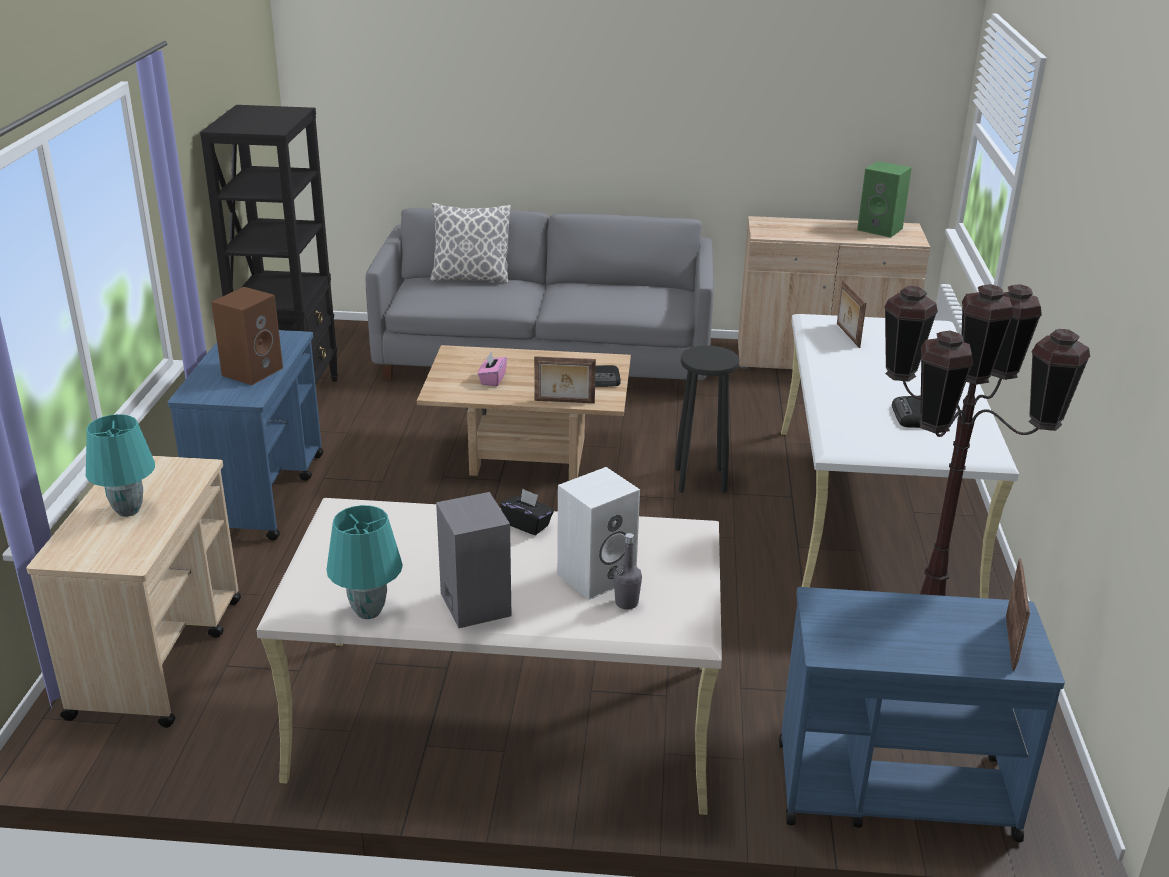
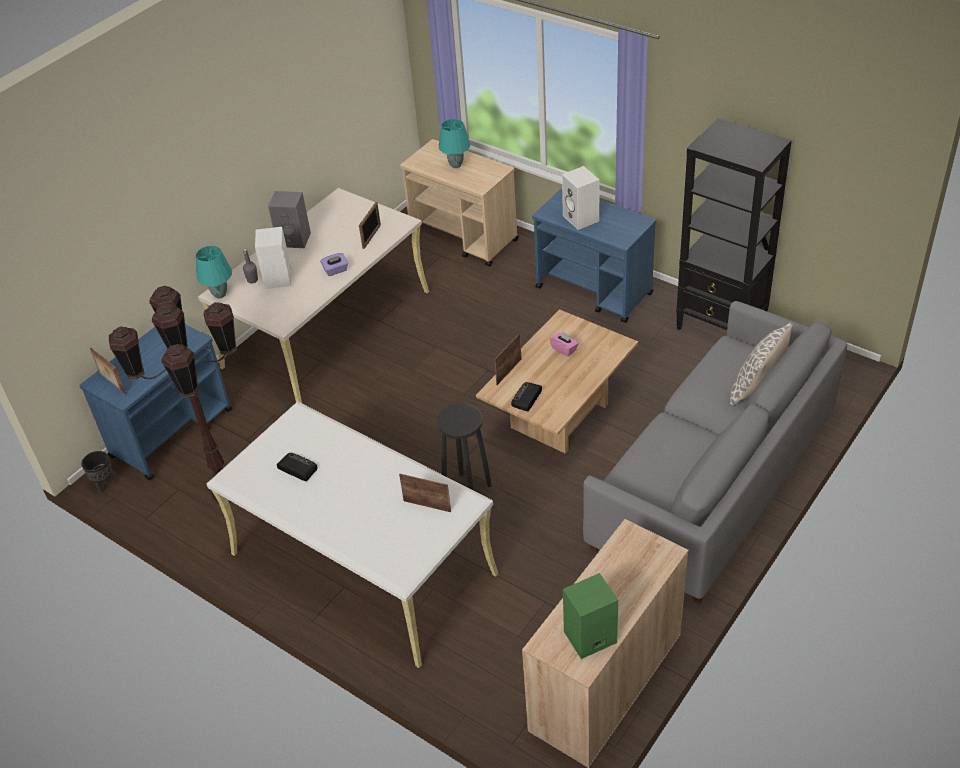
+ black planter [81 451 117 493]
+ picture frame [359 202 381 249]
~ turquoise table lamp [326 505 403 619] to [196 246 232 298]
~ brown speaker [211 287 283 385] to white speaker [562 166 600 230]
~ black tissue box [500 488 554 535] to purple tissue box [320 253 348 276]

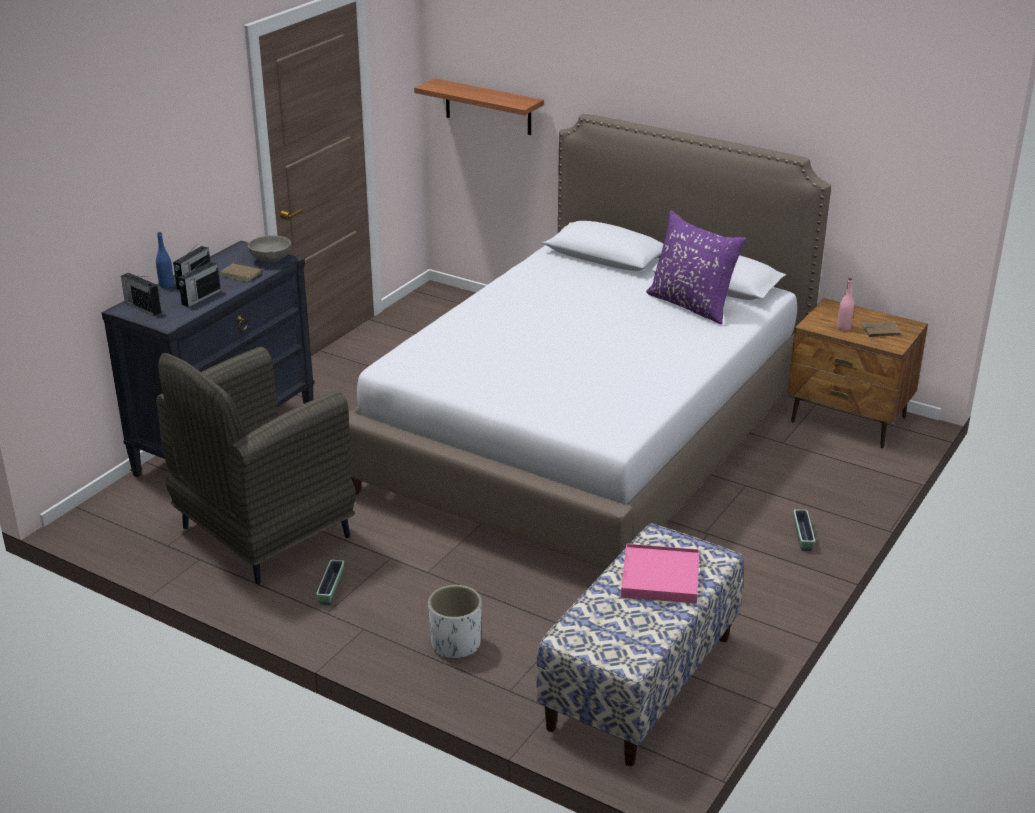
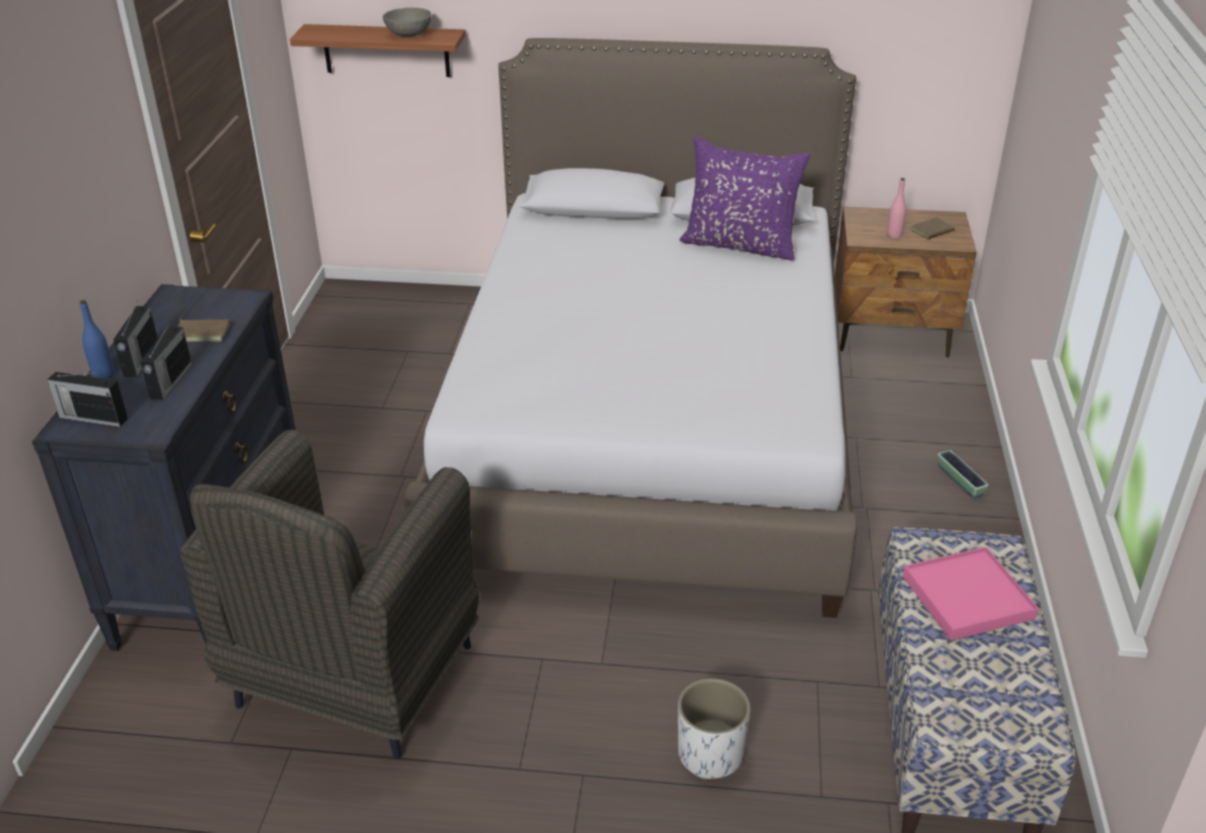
- planter [316 560 344 605]
~ grey bowl [248 236 291 262] to [383 8 432 37]

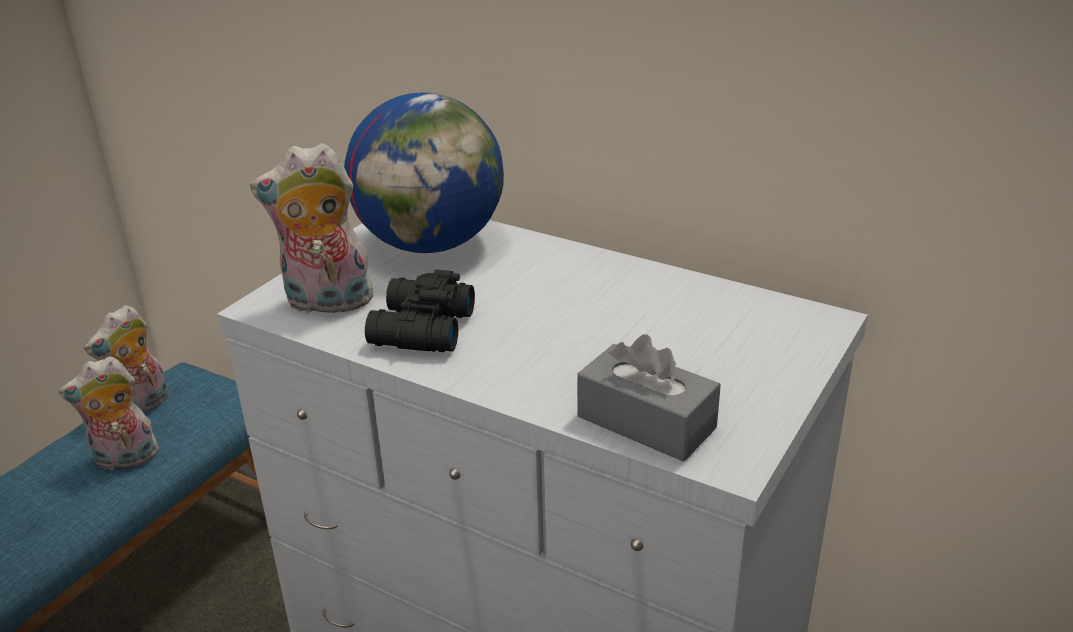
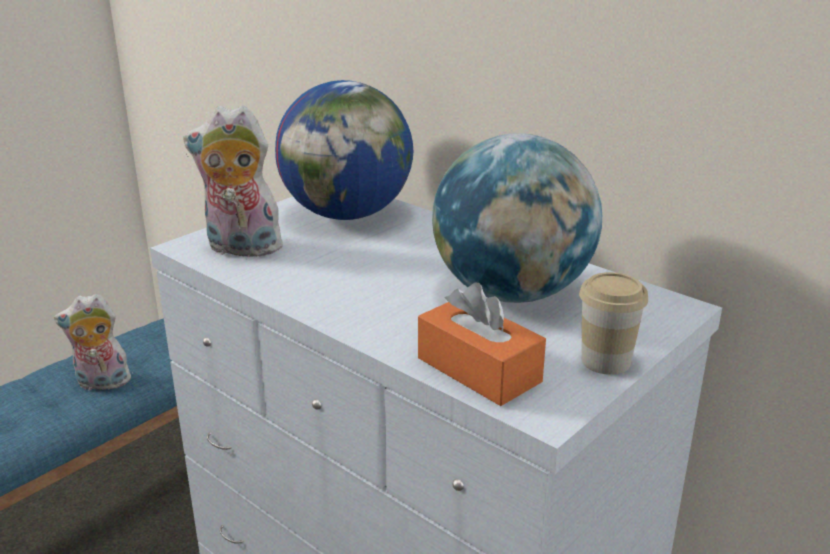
- plush toy [84 305 169 411]
- black binoculars [365 270 475 352]
+ globe [432 133 602 303]
+ cup [579 272 648 375]
~ grey tissue box [577 335 721 462] to orange tissue box [418 283 546 406]

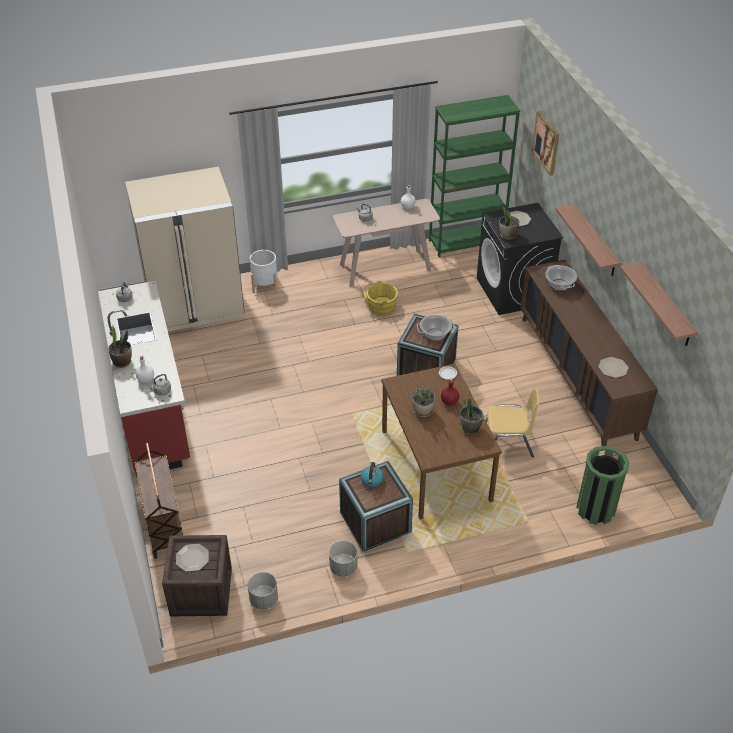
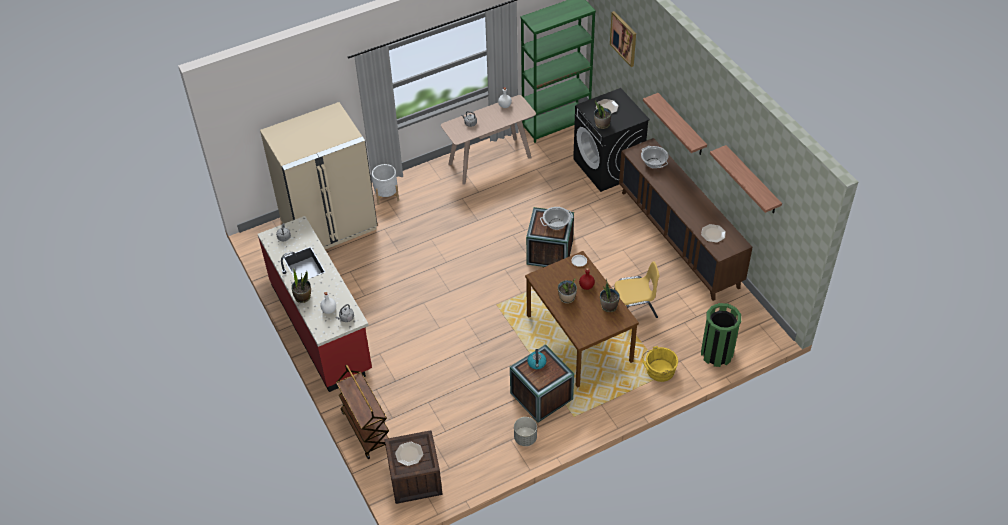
- grey planter [248 572 278 609]
~ yellow bucket [363 281 398 315] to [642 346 678 382]

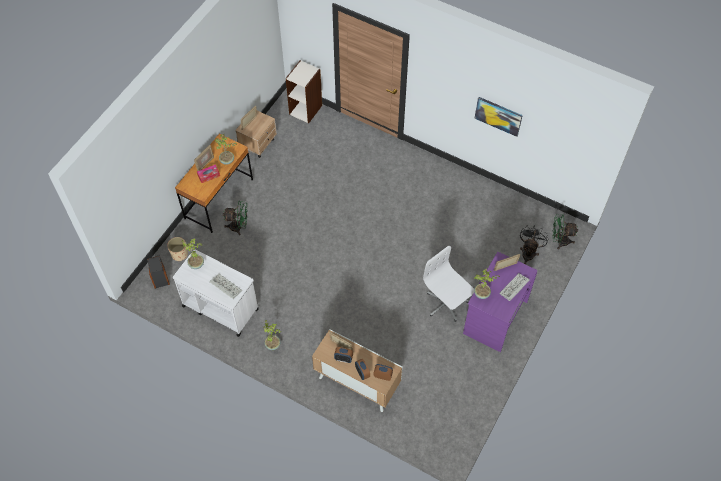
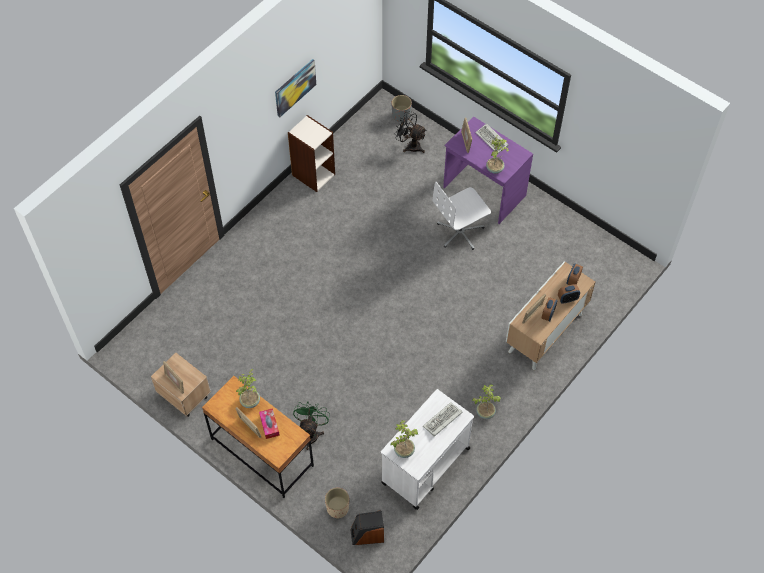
~ bookcase [286 60 322 123] to [288 115 335 192]
~ green fan [552 214 578 249] to grey planter [392 95 412 122]

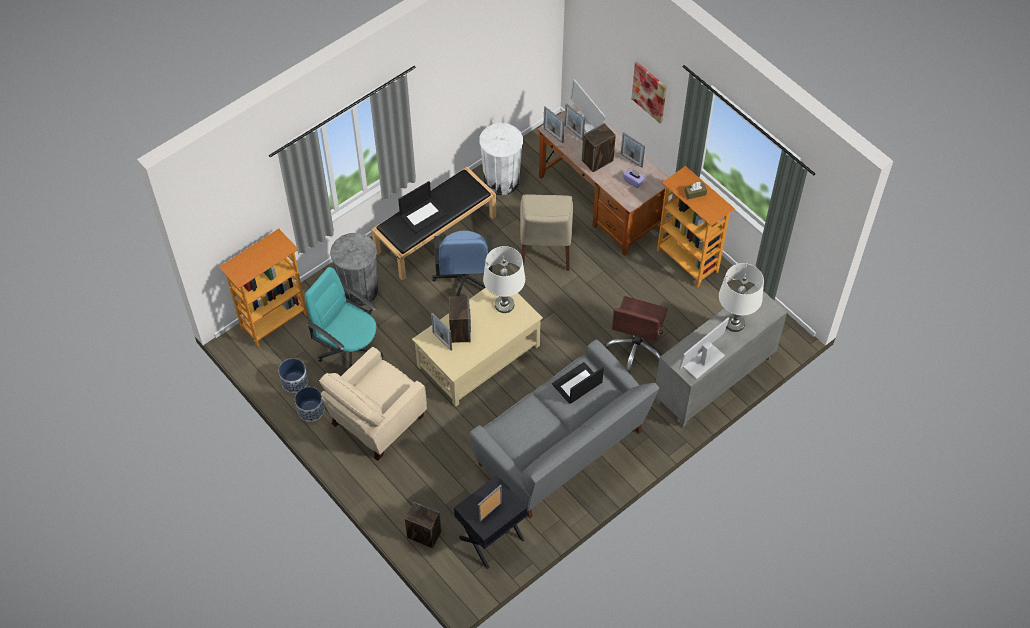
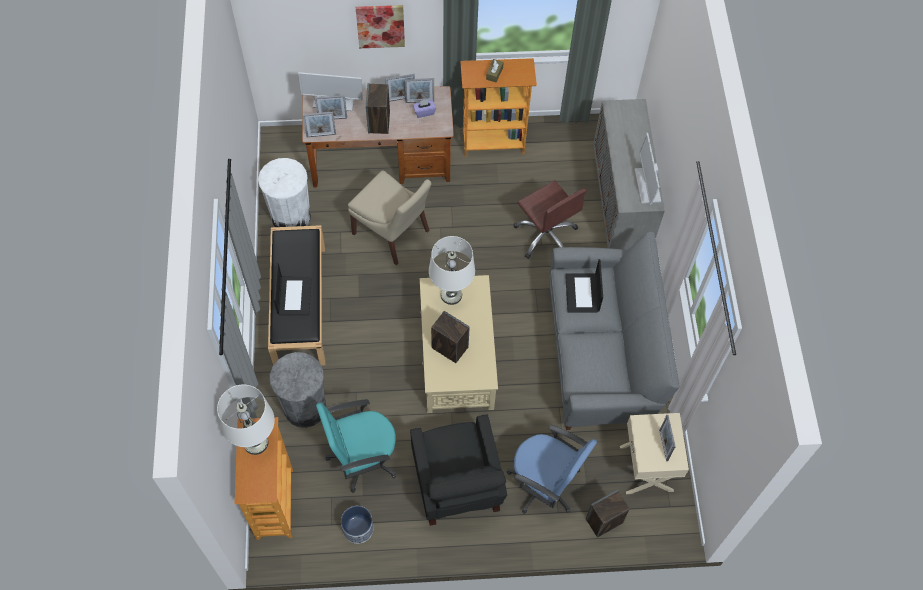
- planter [295 387 324 422]
~ picture frame [431 313 452 350] to [404 78 434 103]
~ blue office chair [432 231 493 296] to [507 425 597 514]
~ white table lamp [719 263 764 332] to [217 385 275 455]
~ beige armchair [319 347 427 461] to black armchair [410 415 507 526]
~ black nightstand [454 475 527 569] to beige nightstand [620 413 689 494]

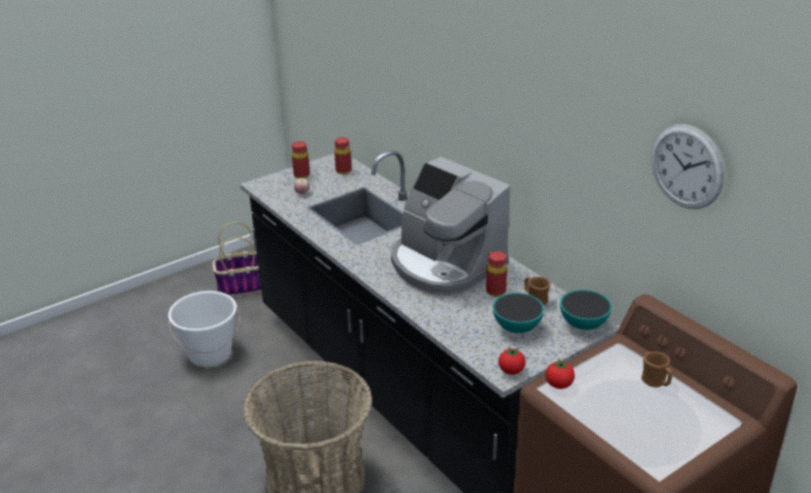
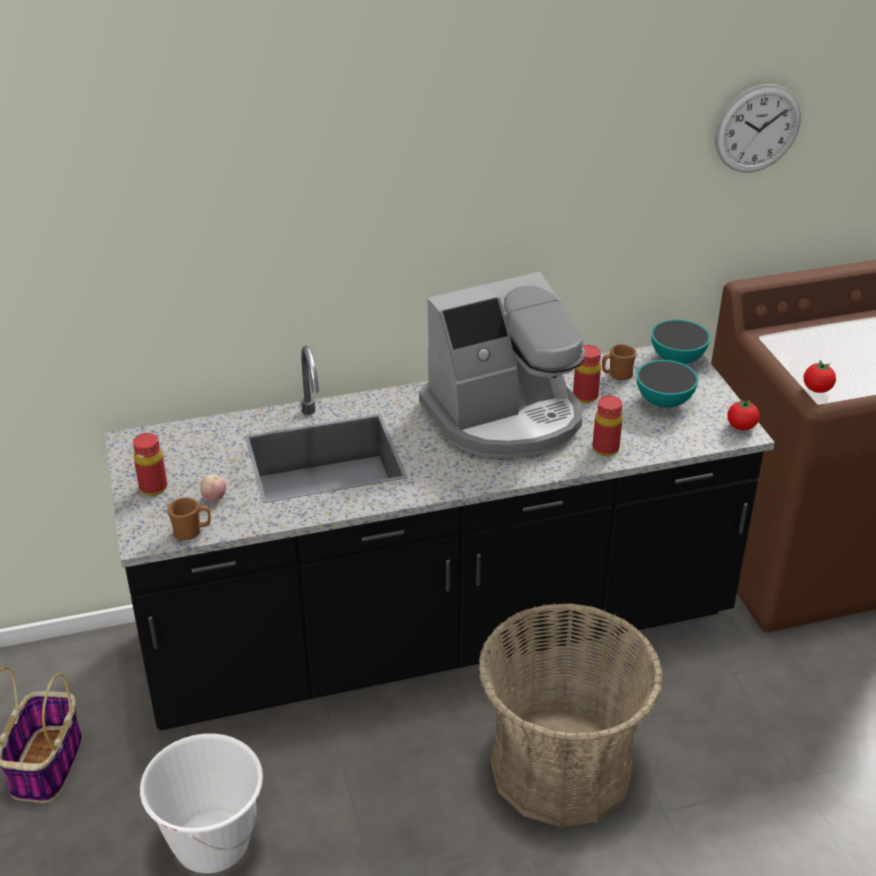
~ red bottle [334 137 352 175] to [593 396 623 456]
~ brown mug [641 352 672 387] to [167 497 211 540]

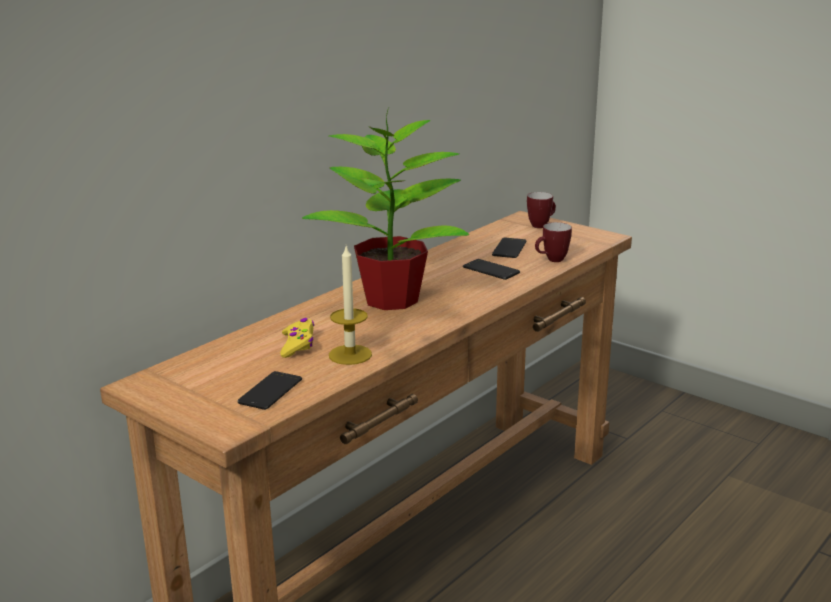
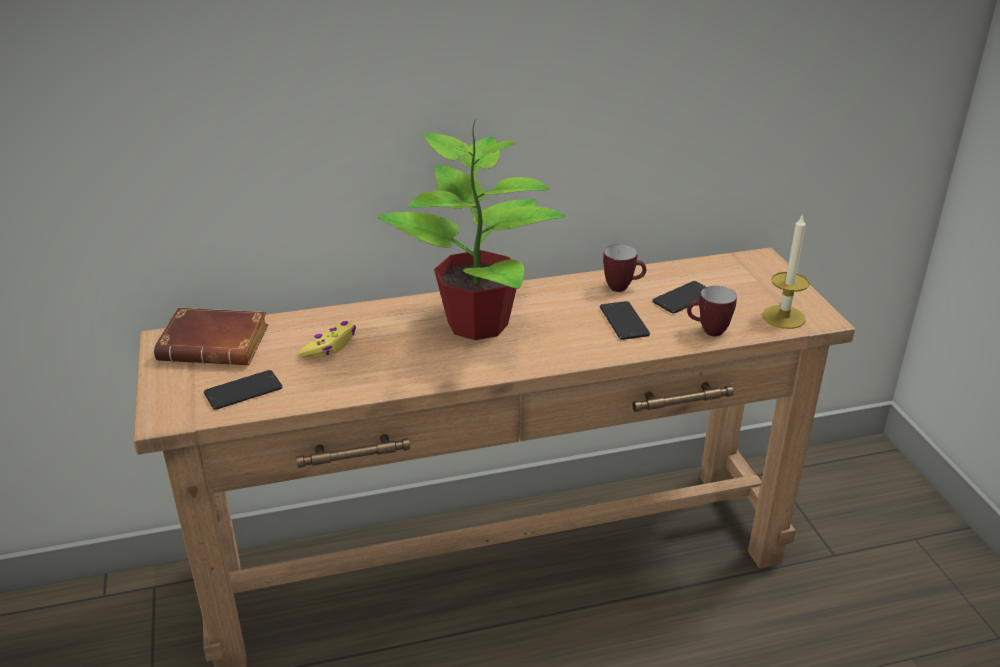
+ brown book [154 308 268 365]
~ candle [329 245 372 365] to [762 213 810 329]
~ mug [527 192 556 228] to [603 244 646 292]

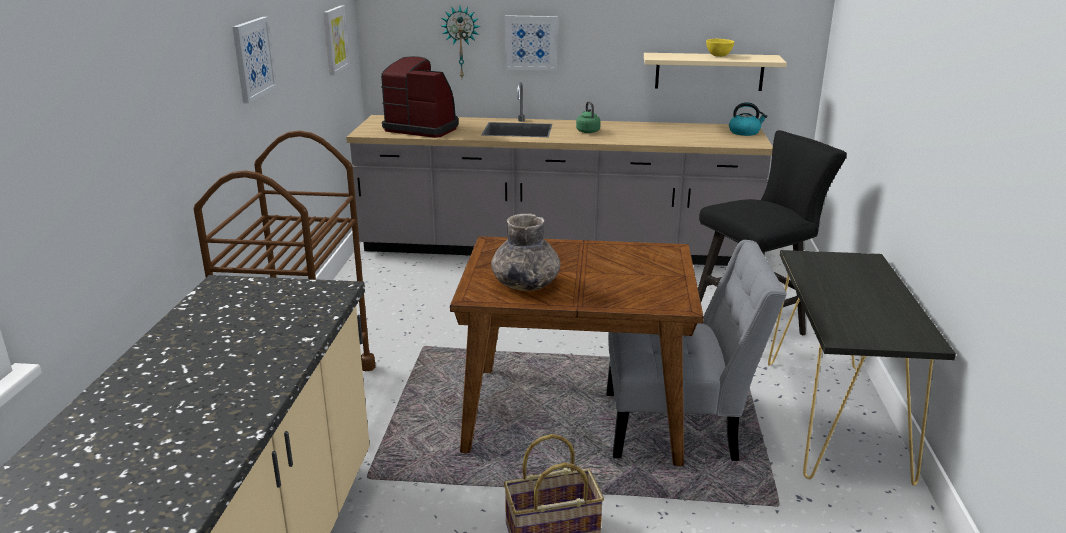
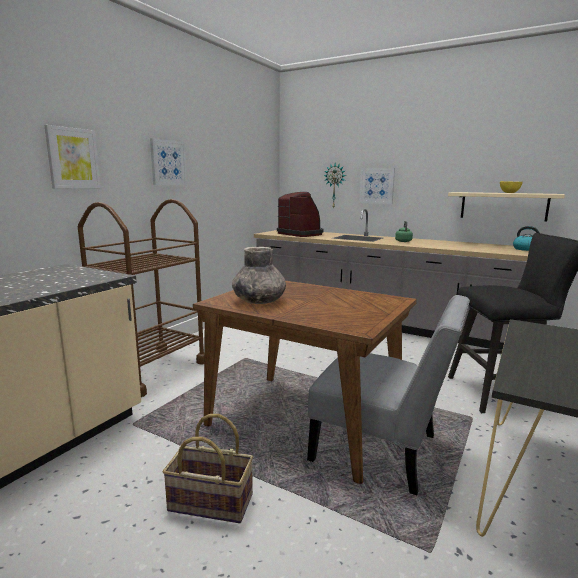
~ picture [324 6 350 75] to [44 125 101 189]

